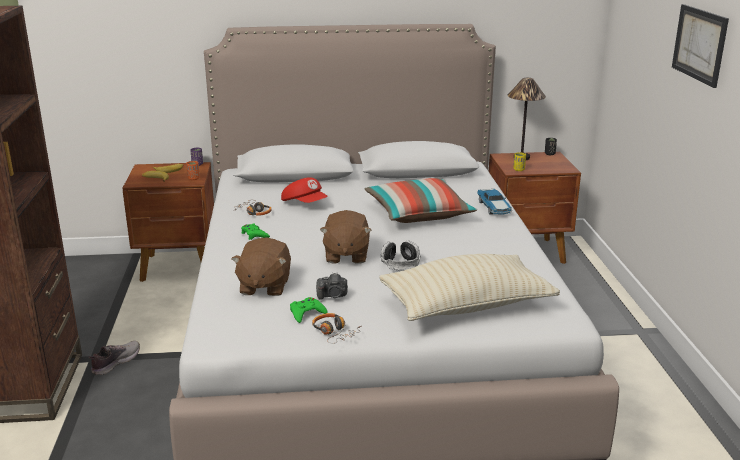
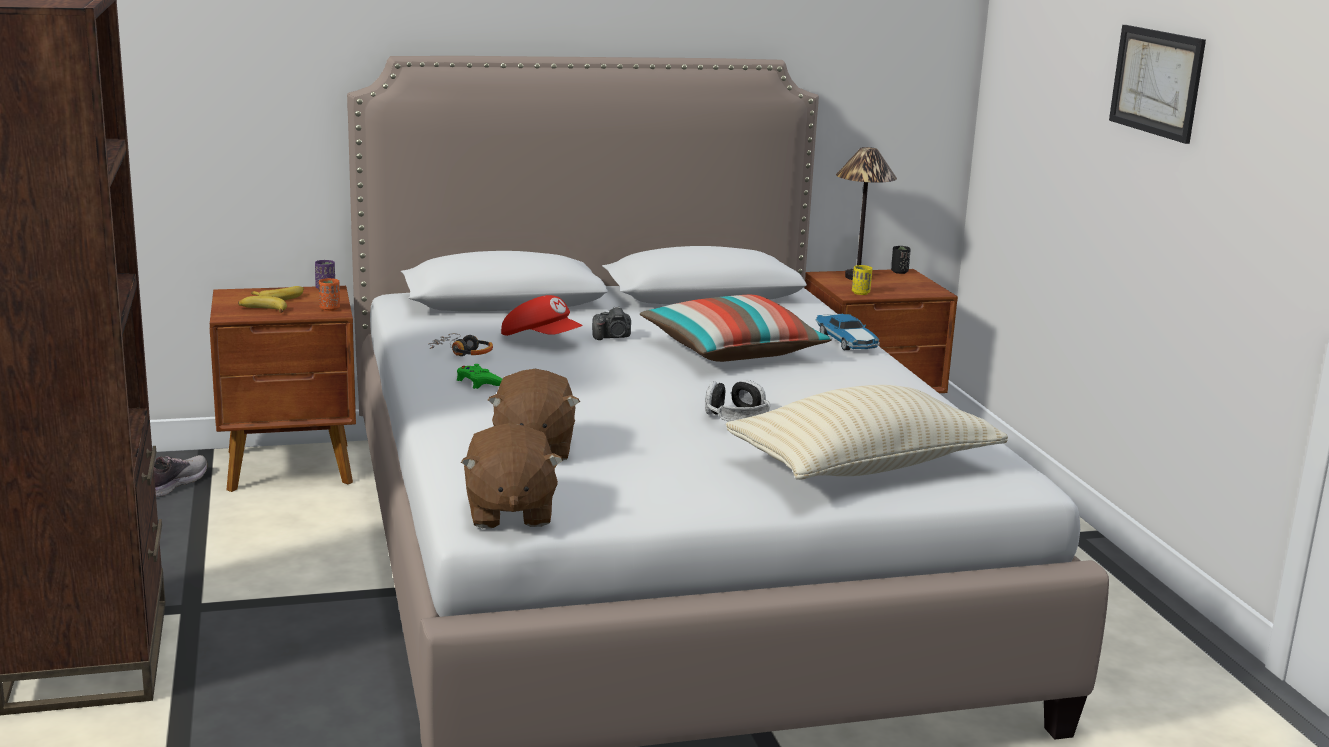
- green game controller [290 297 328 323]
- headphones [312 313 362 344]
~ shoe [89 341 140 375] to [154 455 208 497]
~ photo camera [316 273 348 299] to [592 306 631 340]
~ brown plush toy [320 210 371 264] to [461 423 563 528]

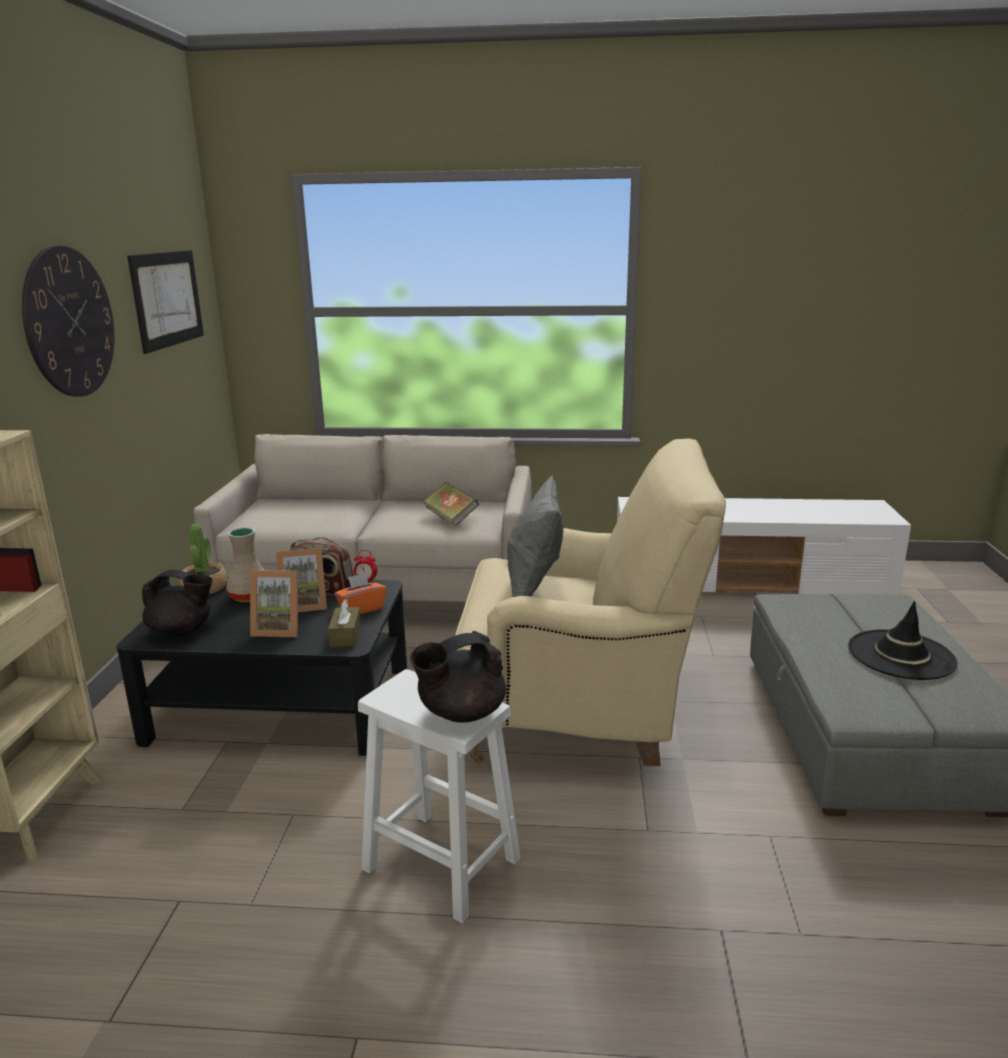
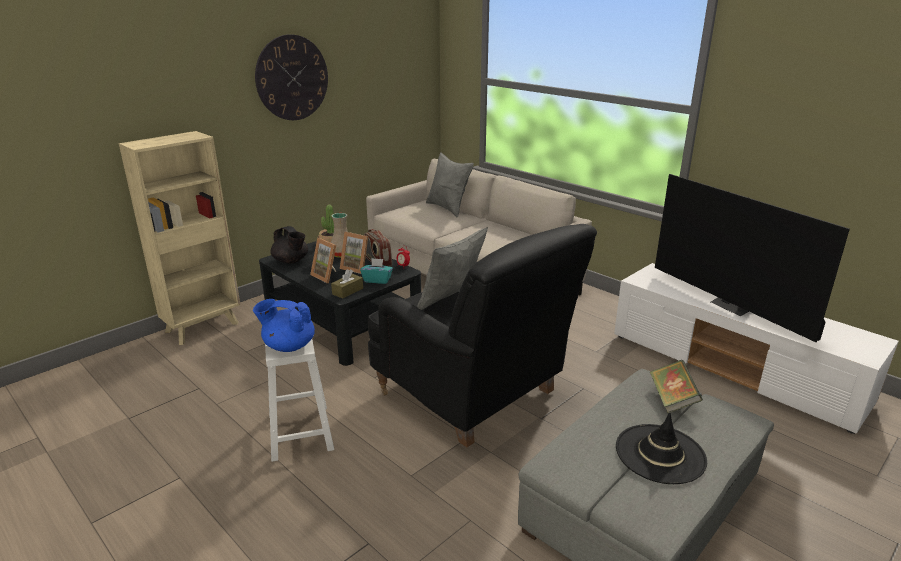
- picture [127 250 204 354]
+ grey pillow [426 152 474 218]
+ television [655 174 850 342]
~ book [423 482 479 527] to [650 360 703 413]
~ orange tissue box [335 573 387 614] to turquoise tissue box [360 258 393 284]
~ black teapot [410 631 506 723] to blue teapot [253 299 315 352]
~ beige armchair [455 438 726 766] to black armchair [368 224 597 447]

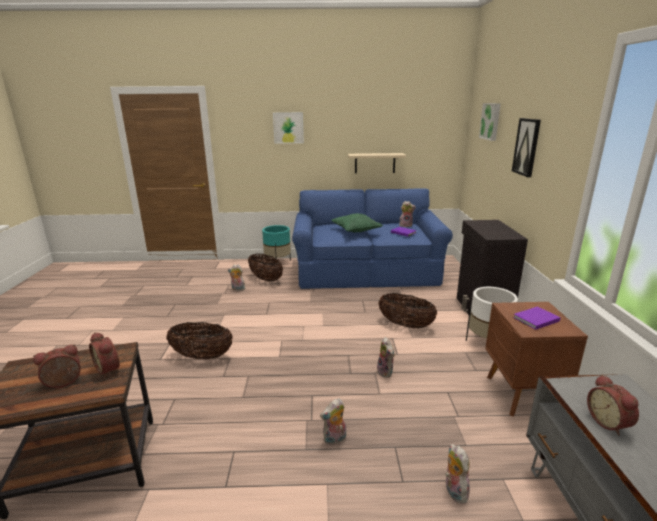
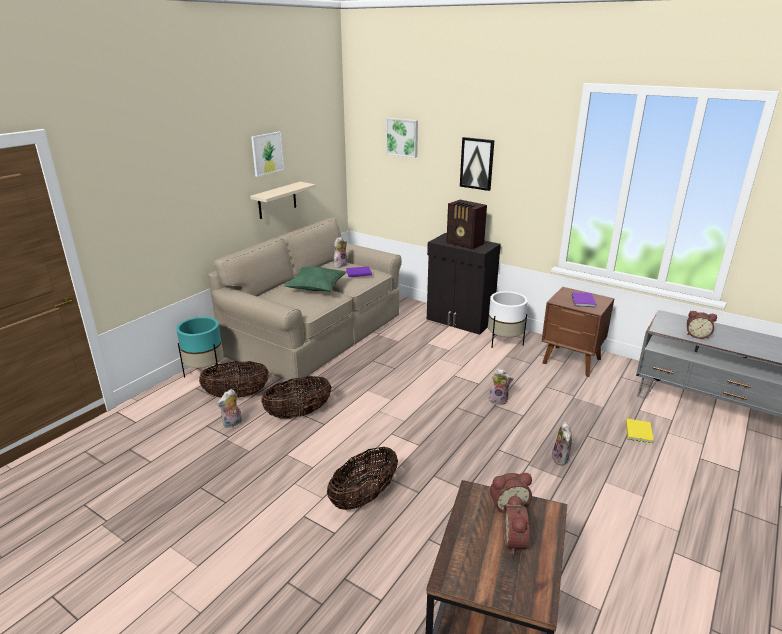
+ radio [446 200 487 250]
~ picture [273 112 304 144] to [251 132 284 177]
~ basket [378 293 438 328] to [261 376 332 419]
~ plush toy [445 443 470 504] to yellow book [626 419 654 444]
~ blue sofa [292 188 453 289] to beige sofa [208 217 402 382]

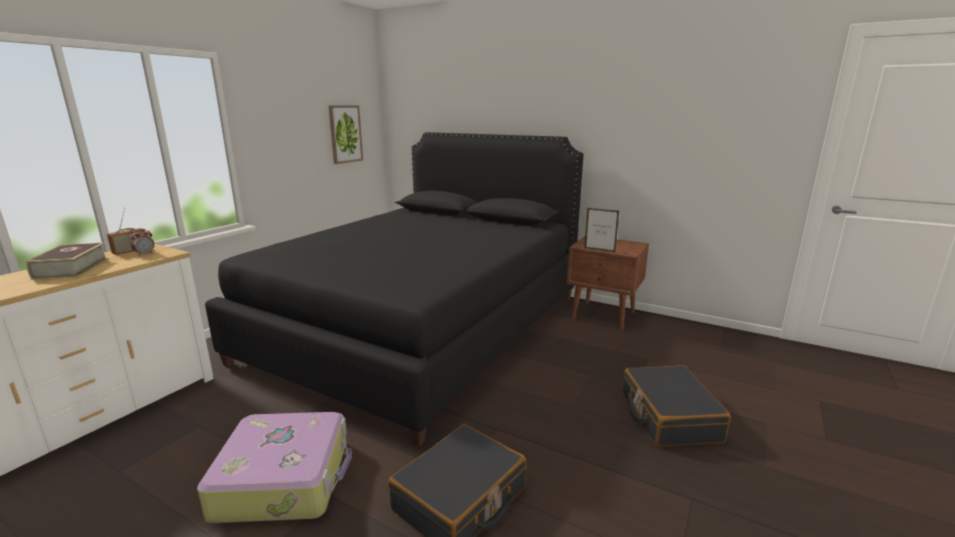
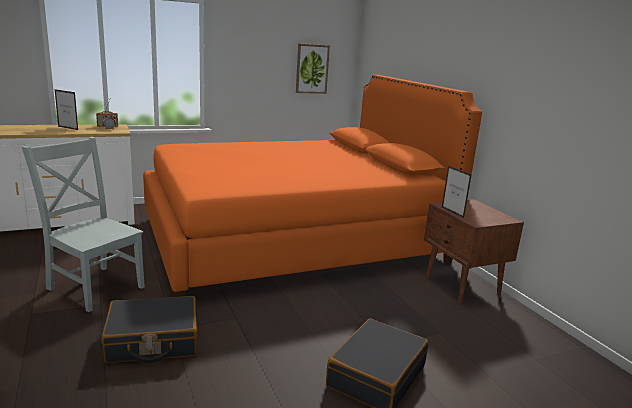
~ book [26 243 109 280] to picture frame [55 89 78 130]
~ suitcase [197 412 352 523] to grey chair [22 137 145 312]
~ black bed [205 132 583 447] to orange bed [143 75 482 297]

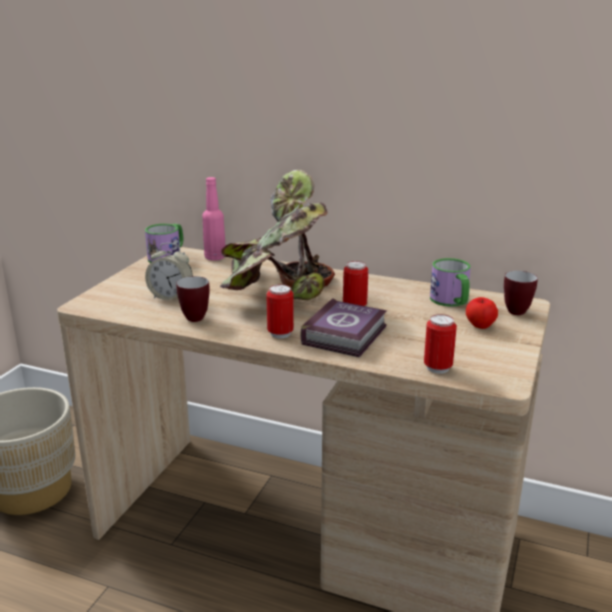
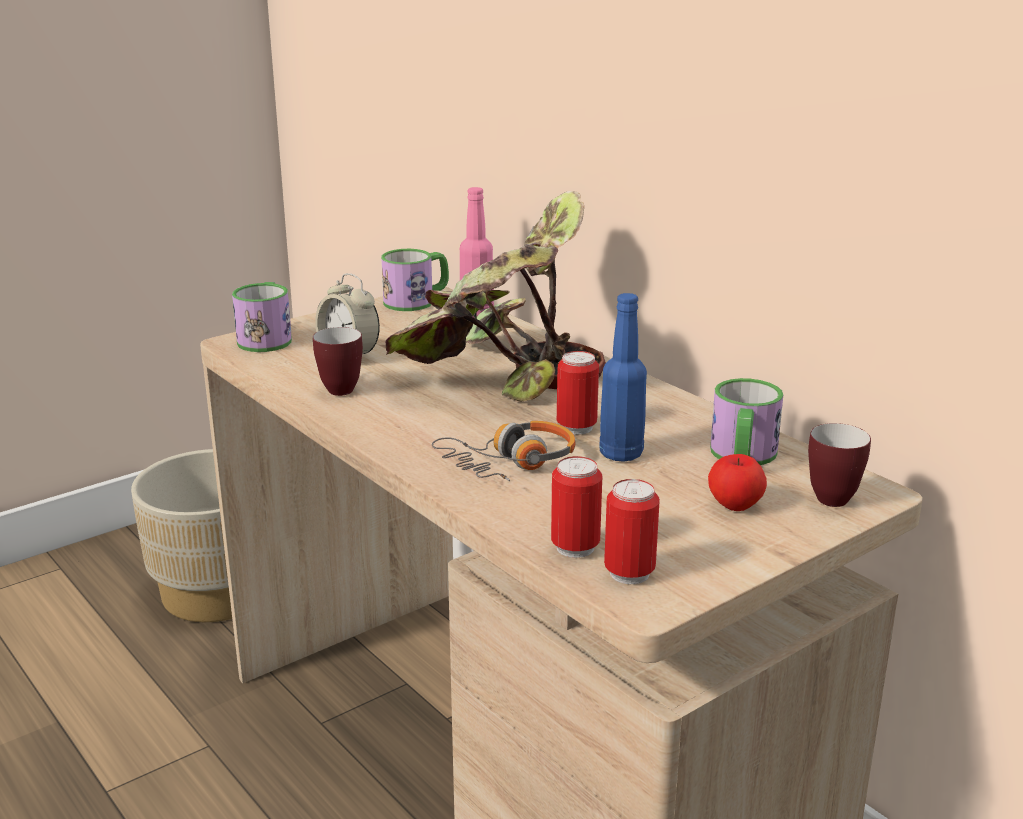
+ mug [232 282 292 352]
+ blue bottle [599 293 647 462]
~ can [266 284 294 339] to [604 479 660 584]
~ book [300 298 387 357] to headphones [432 421 576 481]

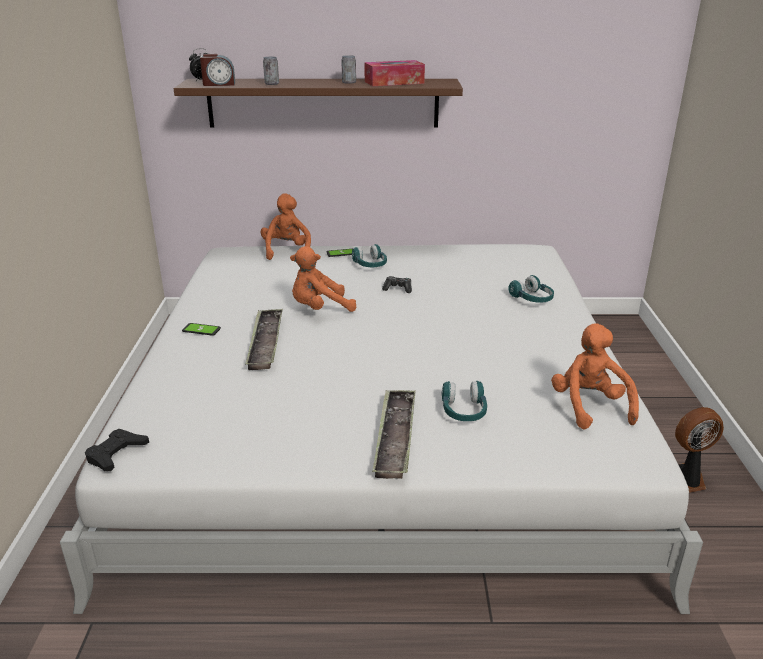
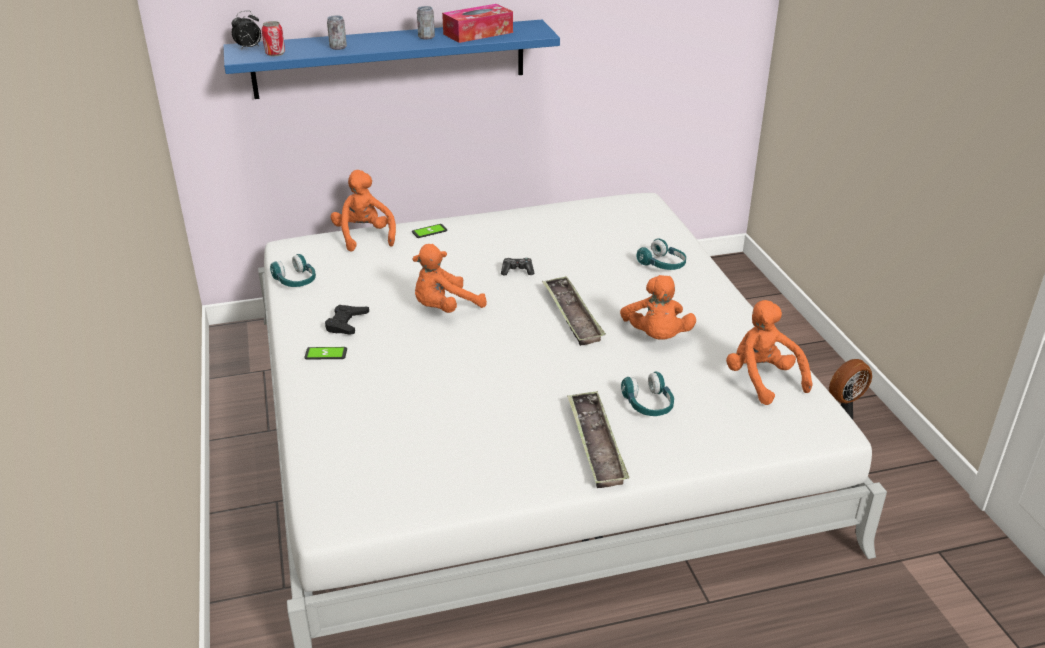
+ orange plush toy [620 275 696 340]
~ black game controller [85 429 149 471] to [325 305 369 335]
~ tray [245 309 283 370] to [542 276 606 346]
~ turquoise headphones [352 244 387 267] to [270 254 316 287]
~ alarm clock [200 54 235 86] to can [262 21 285 56]
~ brown shelf [173 79 463 128] to blue shelf [223 20 560 99]

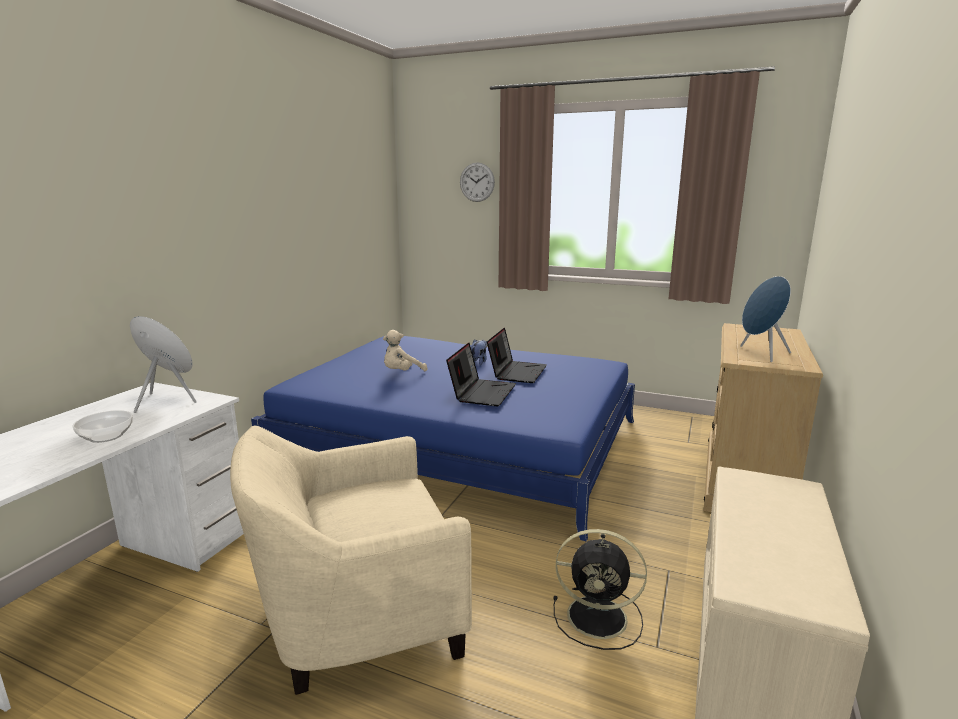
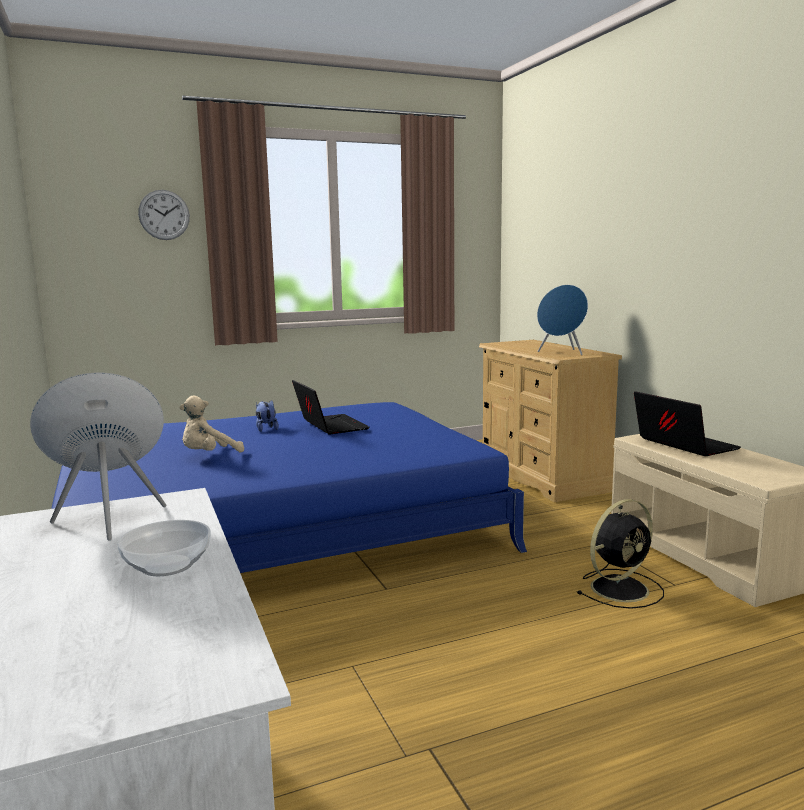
- beige armchair [230 425 472 695]
~ laptop [446 343 516 406] to [634 391 741 456]
~ beige plush toy [383 330 427 371] = [180 396 244 452] 45 degrees clockwise

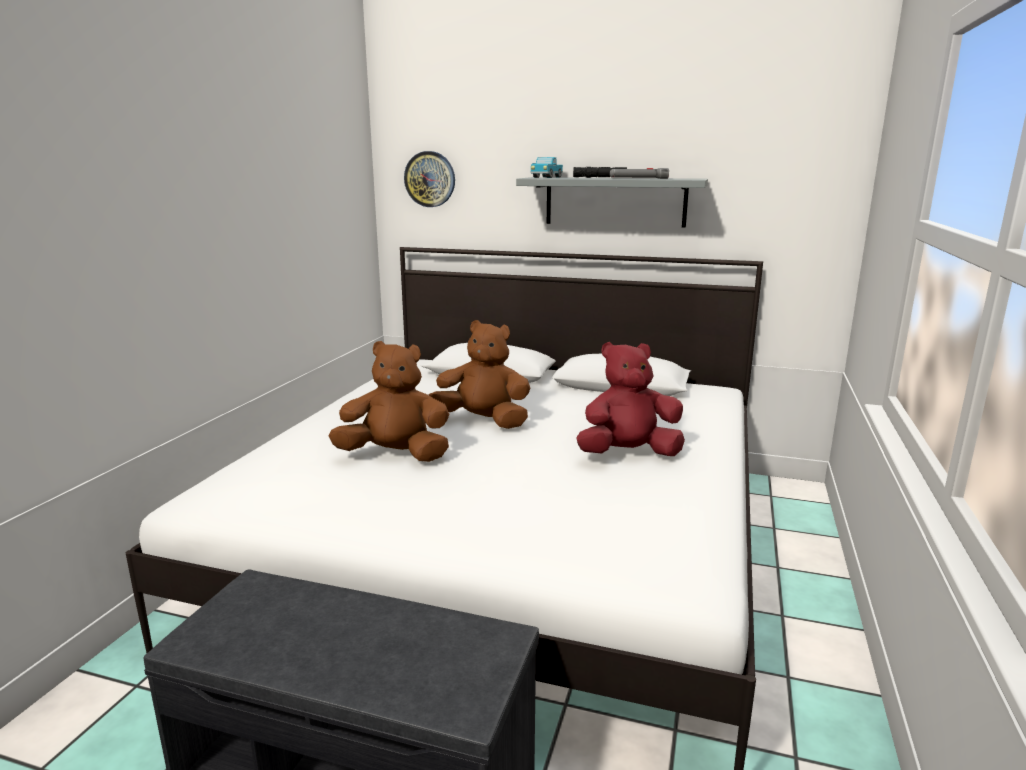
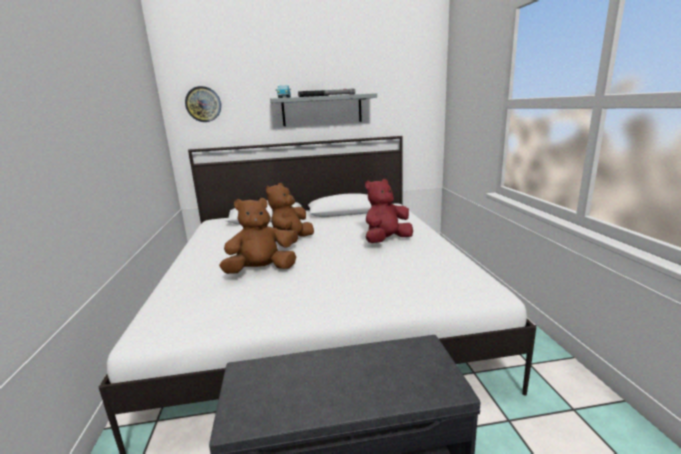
~ brown plush toy [429 320 531 429] = [266 183 314 244] 60 degrees counterclockwise

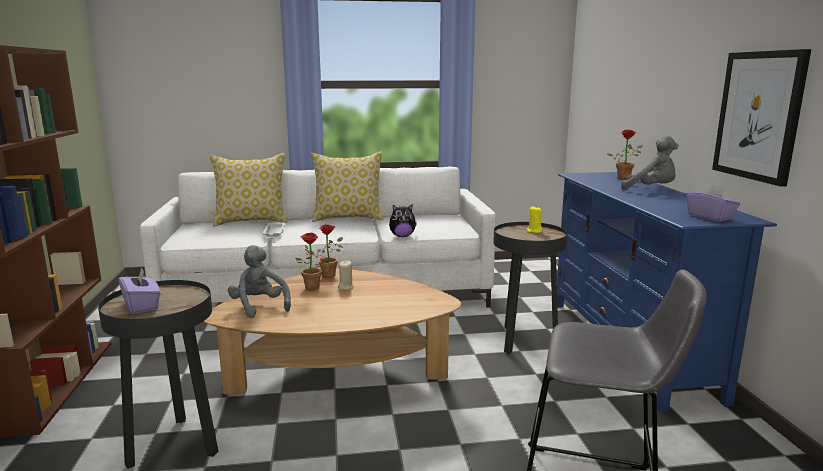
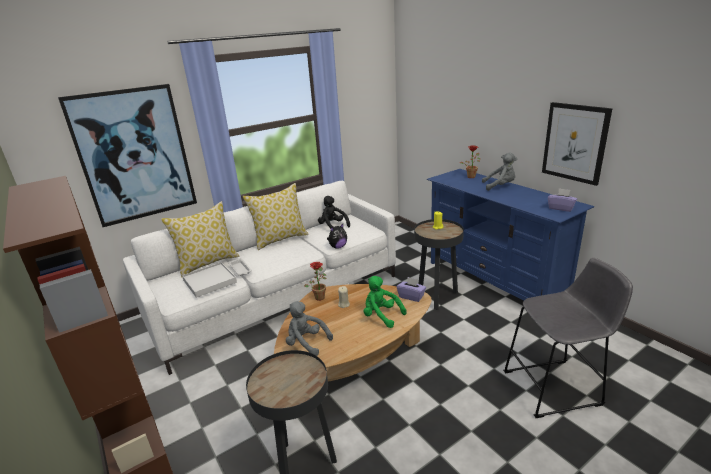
- potted plant [296 233 332 290]
+ picture [58 84 197 227]
+ white tray [182 262 237 298]
+ black plush toy [318 196 350 229]
+ green plush toy [364 276 407 328]
~ purple tissue box [119 267 160 314] to [397 277 426 302]

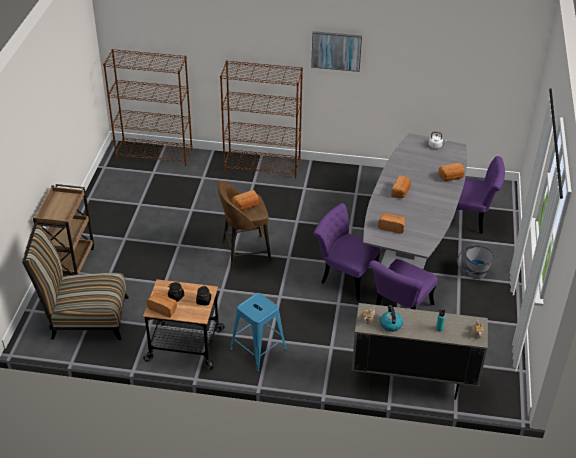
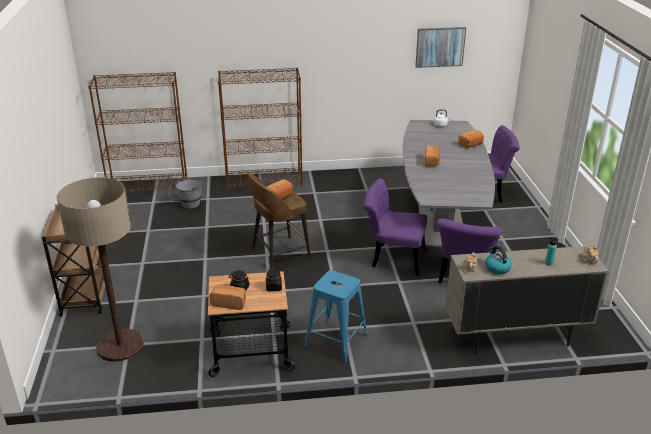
- bread [378 213 405 233]
~ picture [311 31 362 72] to [415 27 466 68]
~ grey bucket [457 244 495 279] to [168 177 203 209]
~ chair [22 222 129 340] to floor lamp [57 177 144 362]

